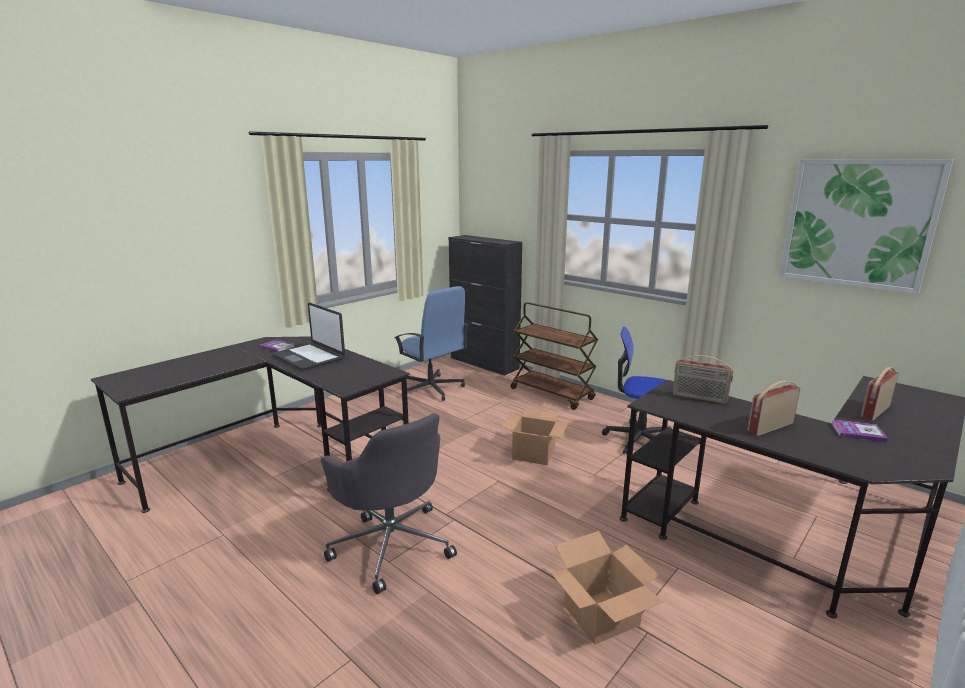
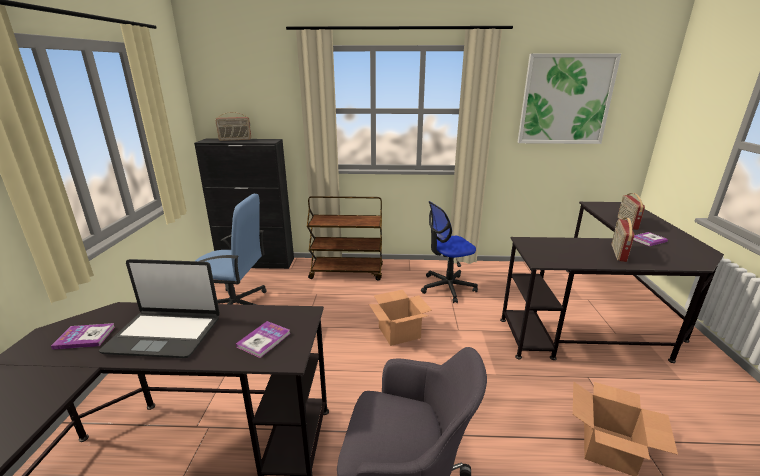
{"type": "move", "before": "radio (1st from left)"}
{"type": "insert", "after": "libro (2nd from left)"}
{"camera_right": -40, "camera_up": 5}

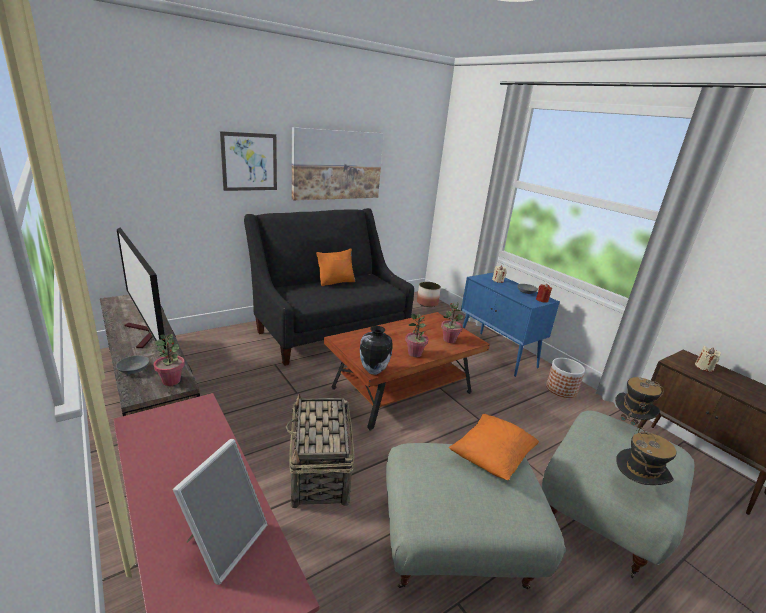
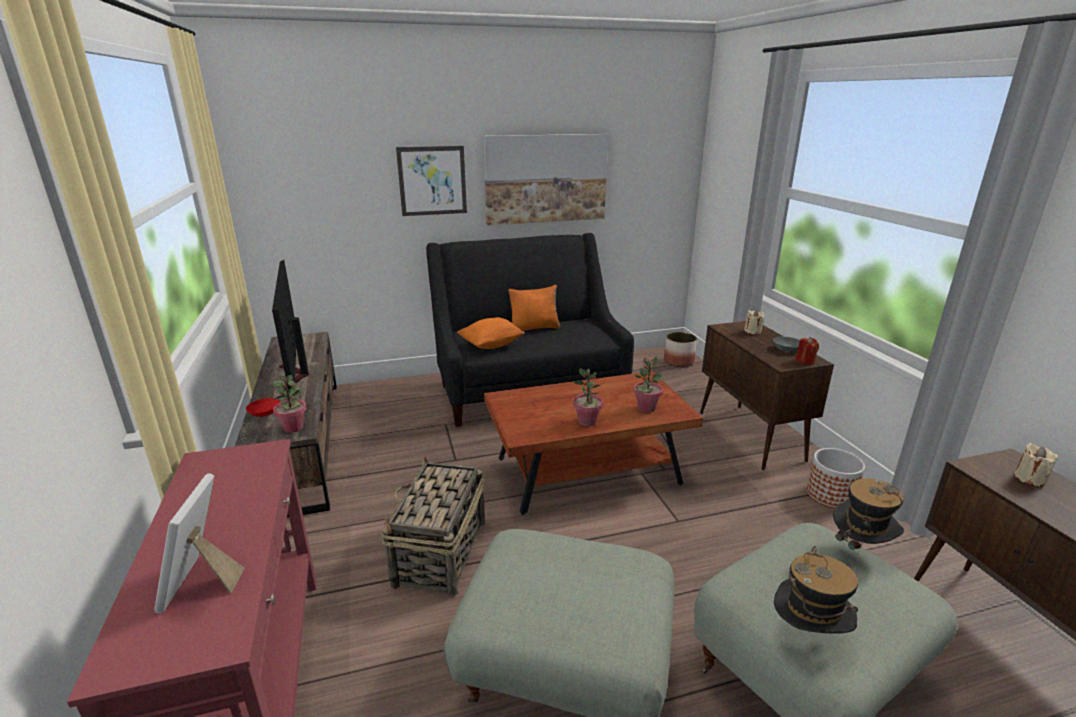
{"type": "rotate", "before": "portarretratos", "turn": 135}
{"type": "recolor", "before": "cuenco [gris] (1st from left)", "after": "cuenco [rojo]"}
{"type": "move", "before": "cojín [naranja] (2nd from left in the first image)", "after": "cojín [naranja] (1st from left)"}
{"type": "recolor", "before": "armario [azul]", "after": "armario [marrón] (1st from left)"}
{"type": "delete", "before": "florero"}
{"camera_right": 20, "camera_up": 0}

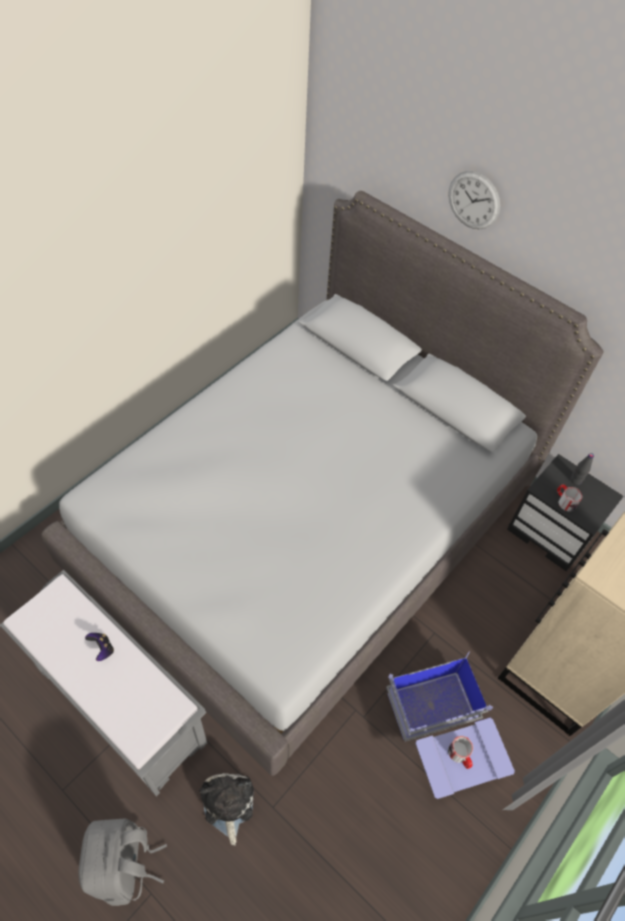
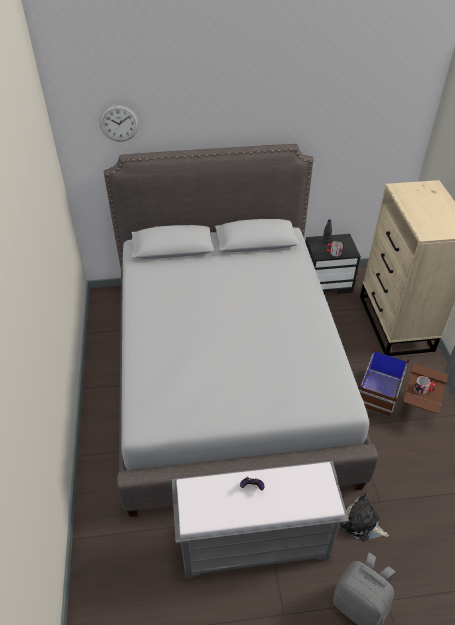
{"type": "move", "before": "reloj de pared"}
{"type": "recolor", "before": "caja de almacenaje [azul]", "after": "caja de almacenaje [marrón]"}
{"camera_right": -45, "camera_up": -10}

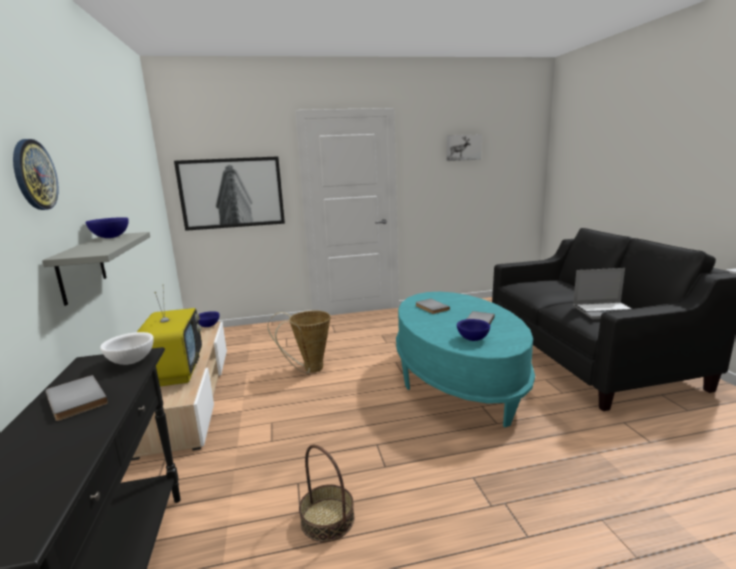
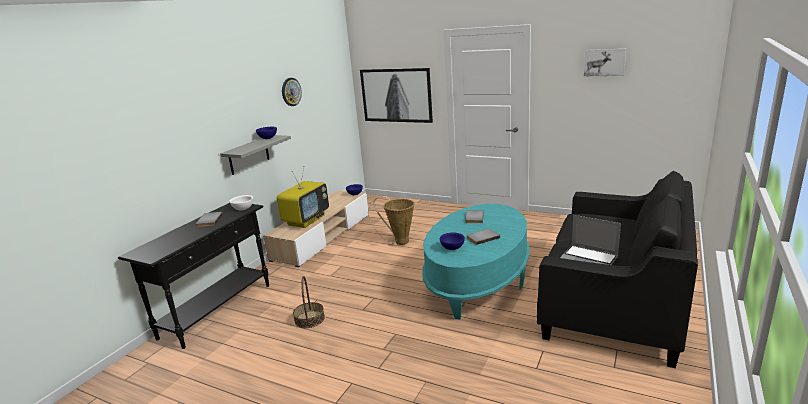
{"type": "move", "before": "reloj de pared"}
{"camera_right": 40, "camera_up": 5}

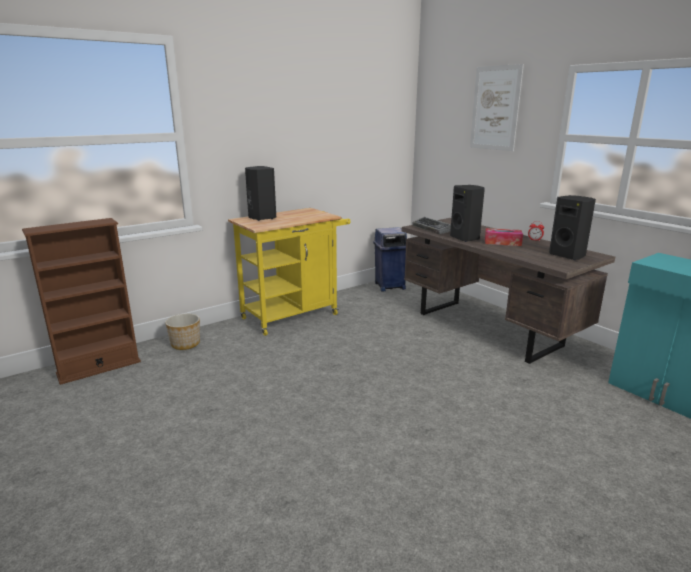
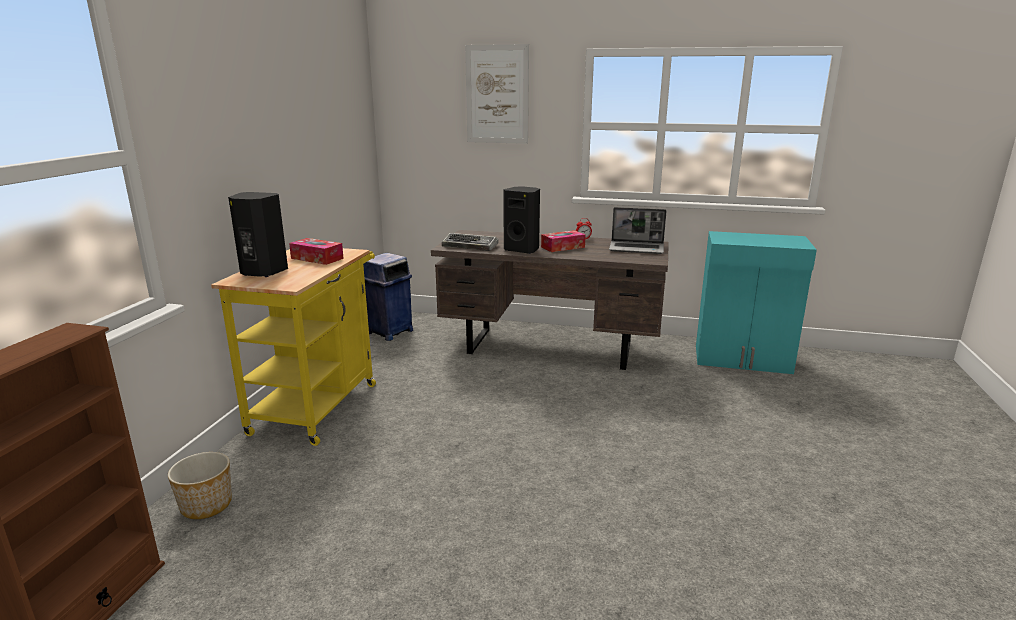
{"type": "insert", "after": "caja de pañuelos (1st from left)"}
{"type": "replace", "before": "altavoz [negro] (3rd from left)", "after": "portátil"}
{"camera_right": -40, "camera_up": 0}

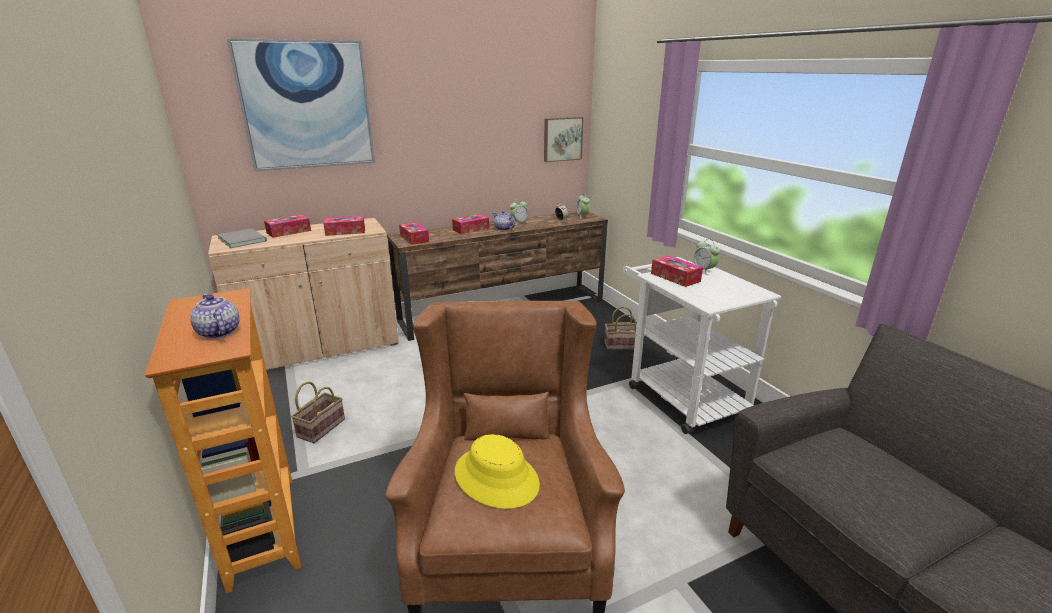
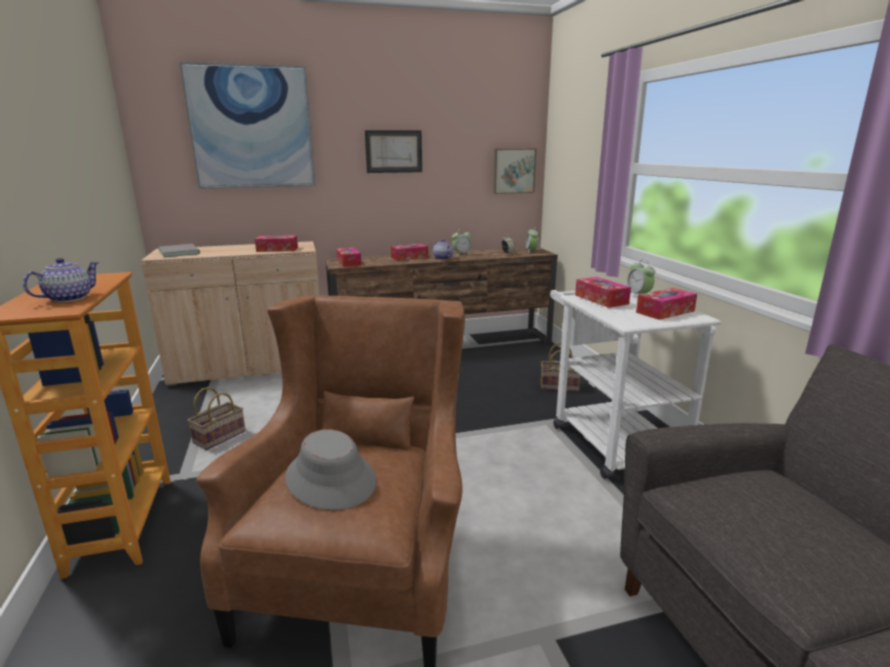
{"type": "rotate", "before": "tetera (1st from left)", "turn": 60}
{"type": "recolor", "before": "sombrero [amarillo]", "after": "sombrero [gris]"}
{"type": "insert", "after": "cuadro (2nd from left)"}
{"type": "move", "before": "caja de pañuelos (1st from left in the first image)", "after": "caja de pañuelos (5th from left)"}
{"camera_right": 10, "camera_up": -5}

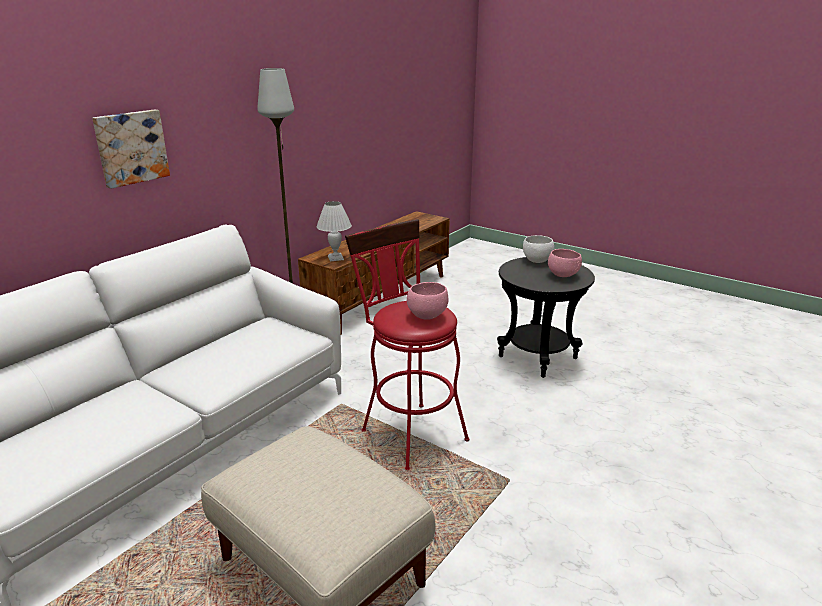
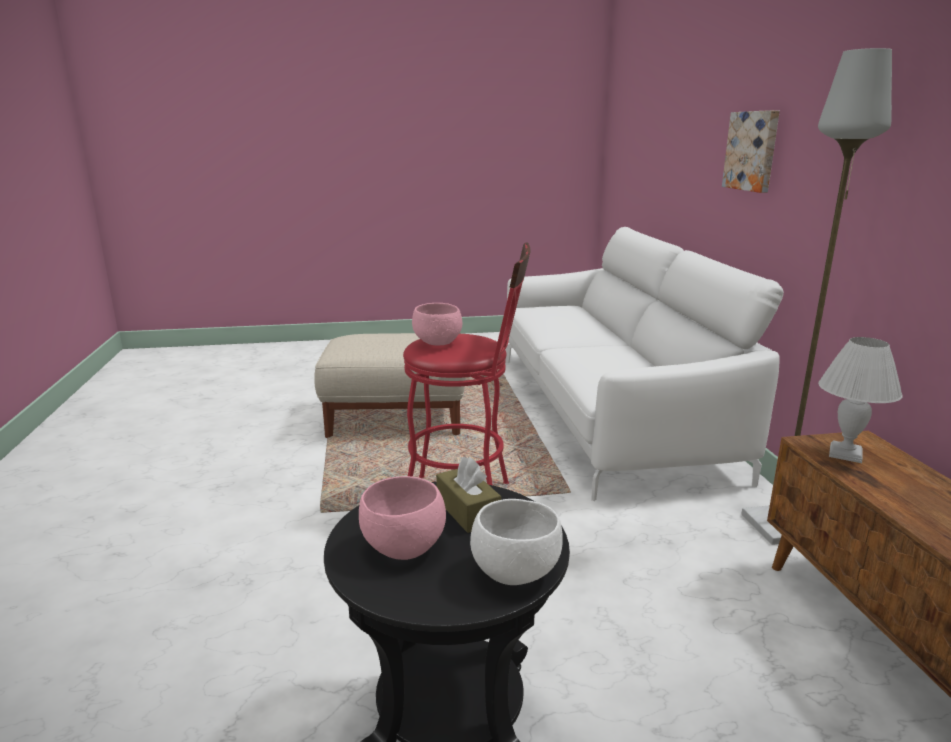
{"type": "insert", "after": "caja de pañuelos [marrón]"}
{"camera_right": 135, "camera_up": -5}

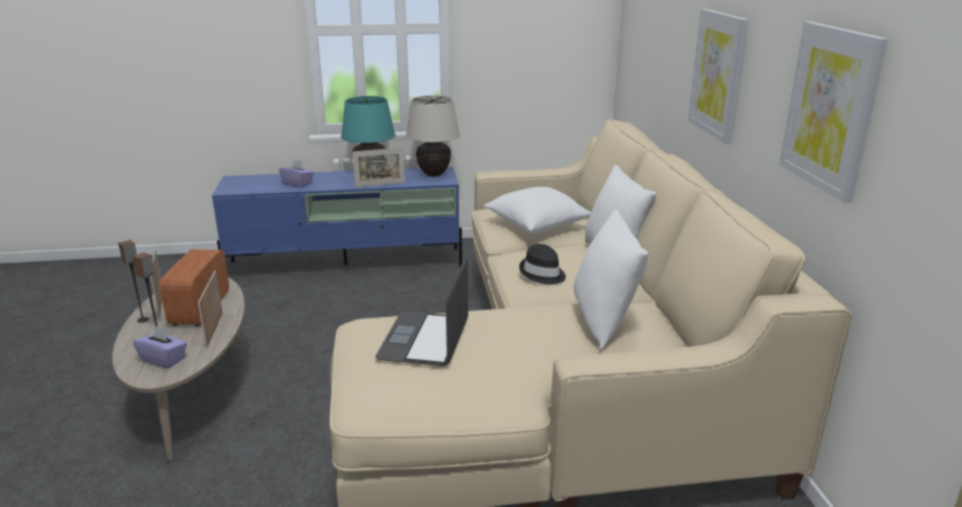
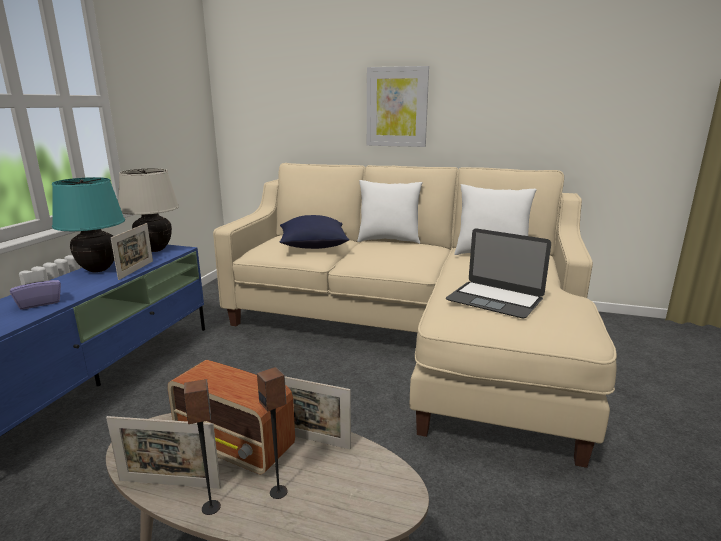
{"type": "recolor", "before": "cojín [blanco] (1st from left)", "after": "cojín [azul]"}
{"type": "delete", "before": "caja de pañuelos [morado] (1st from left)"}
{"type": "delete", "before": "sombrero [negro]"}
{"type": "delete", "before": "cuadro (2nd from left)"}
{"camera_right": -65, "camera_up": -5}

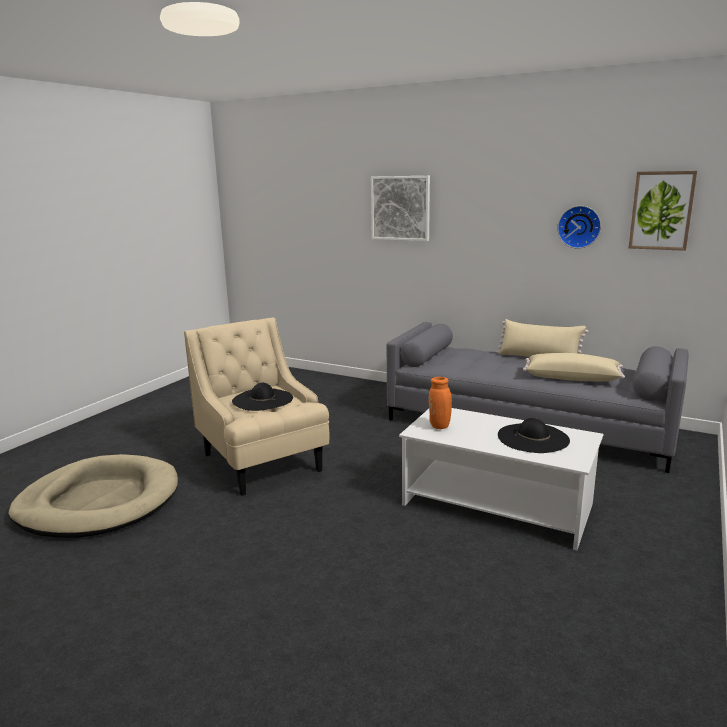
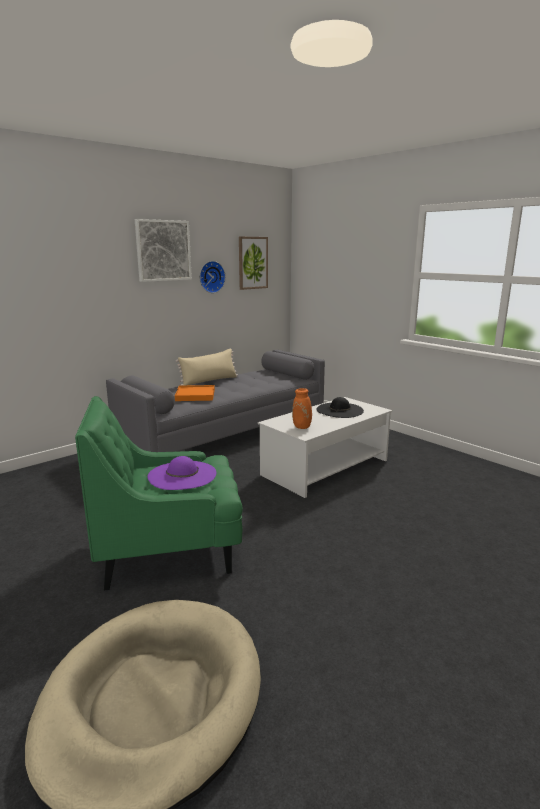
{"type": "recolor", "before": "sillón [beis]", "after": "sillón [verde]"}
{"type": "move", "before": "cuadro (1st from left)"}
{"type": "recolor", "before": "sombrero [negro] (1st from left)", "after": "sombrero [morado]"}
{"type": "insert", "after": "bandeja [naranja]"}
{"type": "delete", "before": "cojín [beis] (2nd from left)"}
{"camera_right": -70, "camera_up": 0}

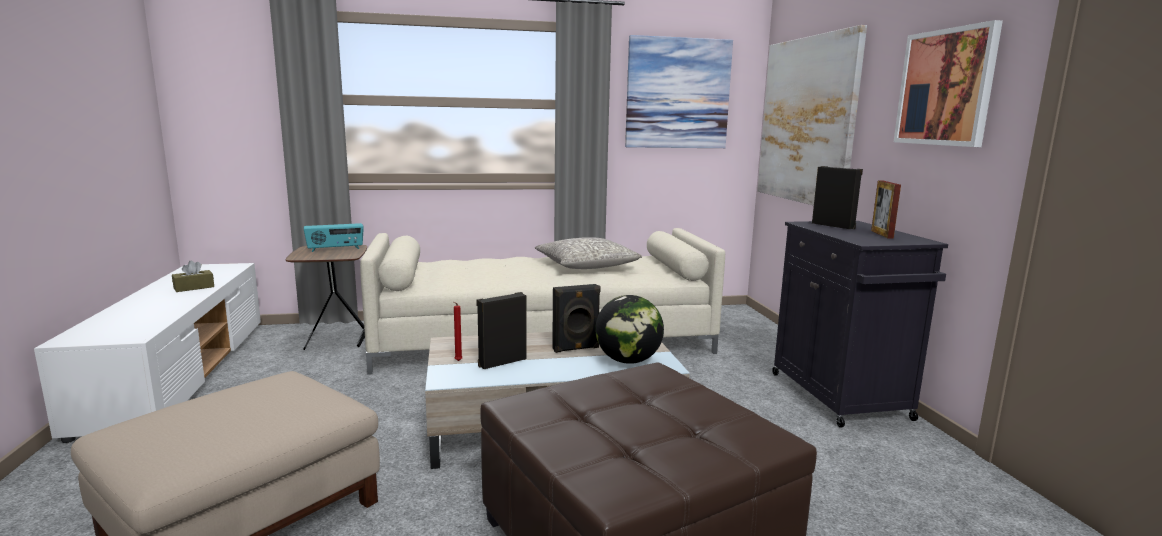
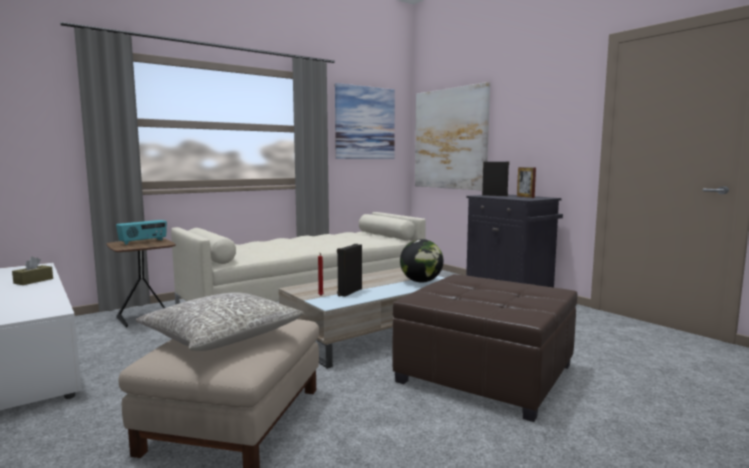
{"type": "move", "before": "cojín [gris]"}
{"type": "delete", "before": "altavoz [negro] (2nd from left)"}
{"type": "delete", "before": "cuadro (3rd from left)"}
{"camera_right": -25, "camera_up": -5}

